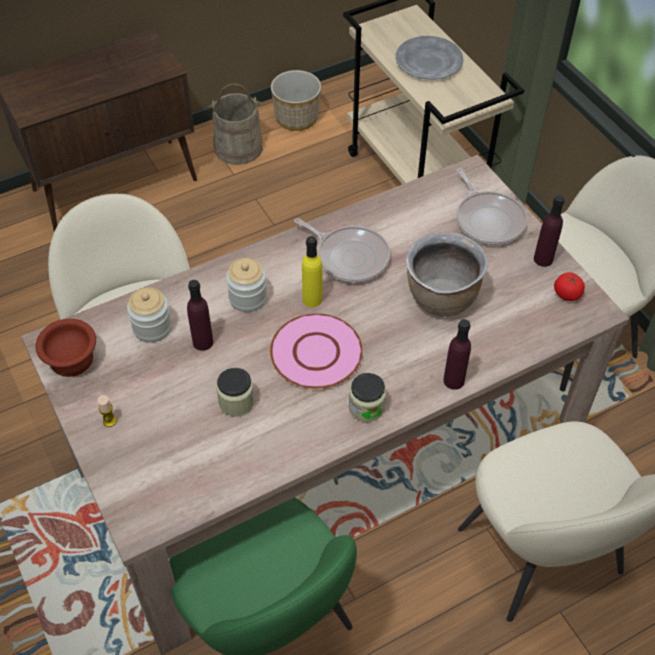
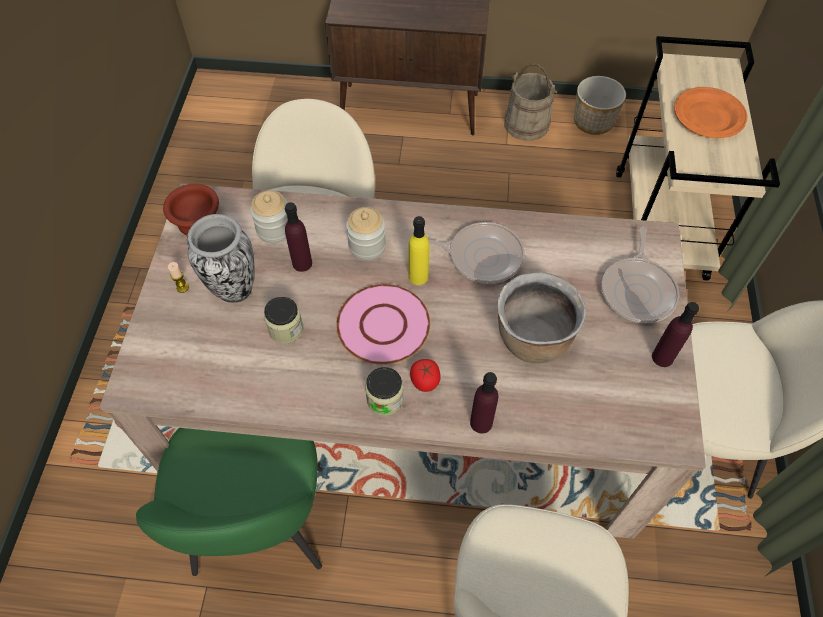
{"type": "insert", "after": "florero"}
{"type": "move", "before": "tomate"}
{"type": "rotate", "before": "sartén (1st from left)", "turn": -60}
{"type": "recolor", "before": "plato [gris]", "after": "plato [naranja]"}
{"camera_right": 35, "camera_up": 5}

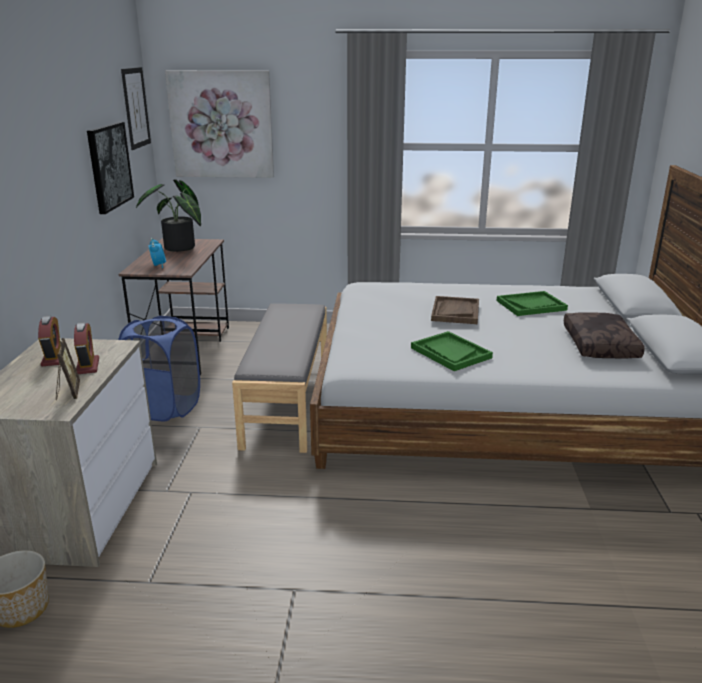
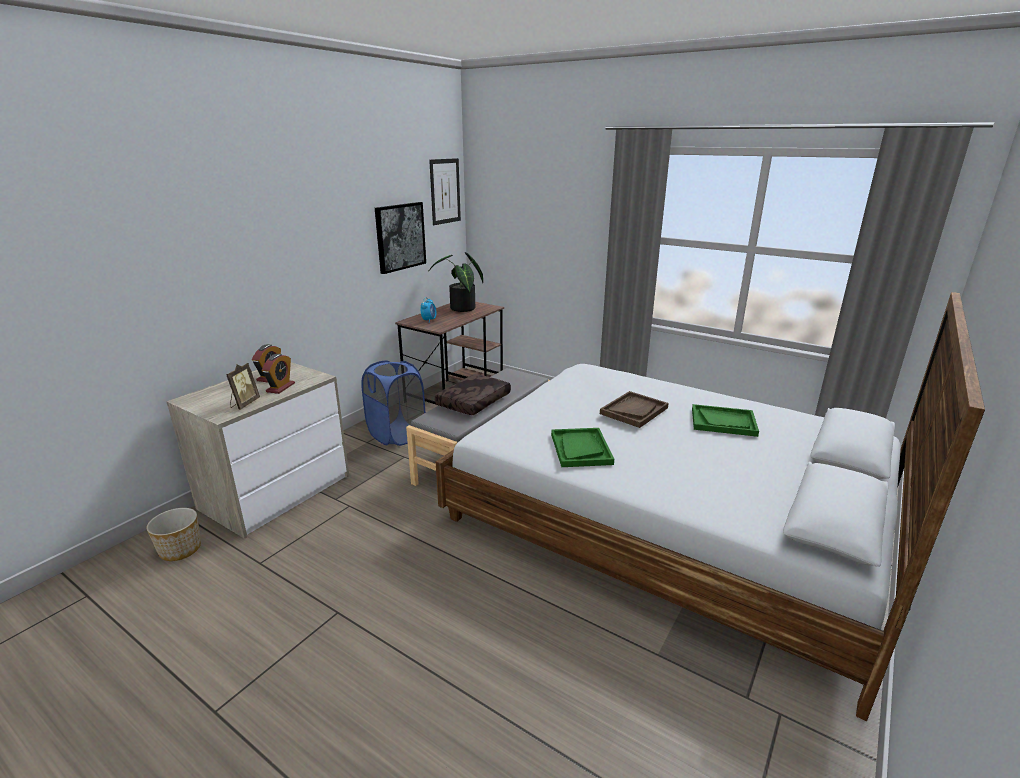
{"type": "move", "before": "cojín [marrón]"}
{"type": "delete", "before": "cuadro (3rd from left)"}
{"camera_right": 30, "camera_up": 0}

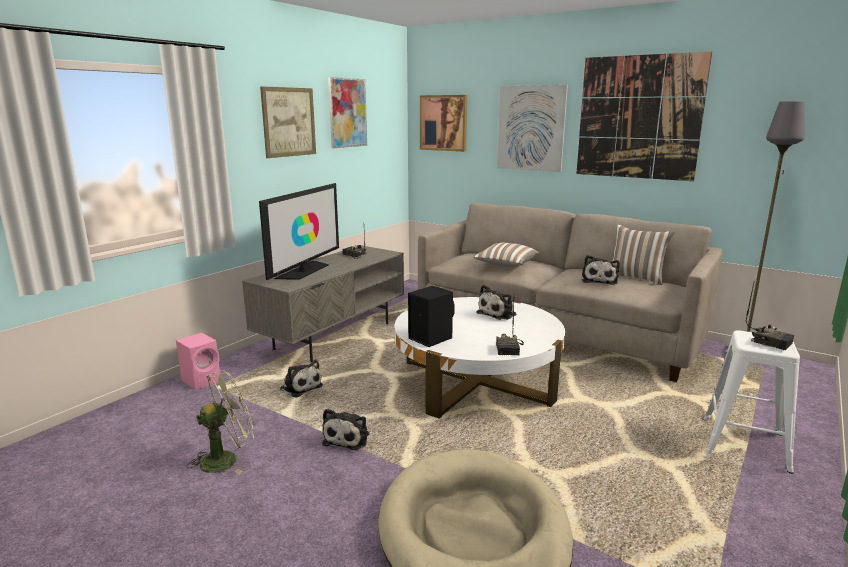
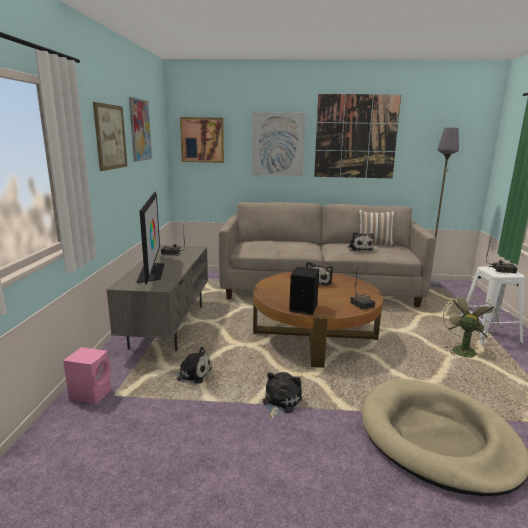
{"type": "recolor", "before": "mesa de centro [blanco]", "after": "mesa de centro [marrón]"}
{"type": "rotate", "before": "peluche (2nd from left)", "turn": -135}
{"type": "move", "before": "ventilador [verde]"}
{"type": "delete", "before": "cojín (1st from left)"}
{"camera_right": -30, "camera_up": 0}

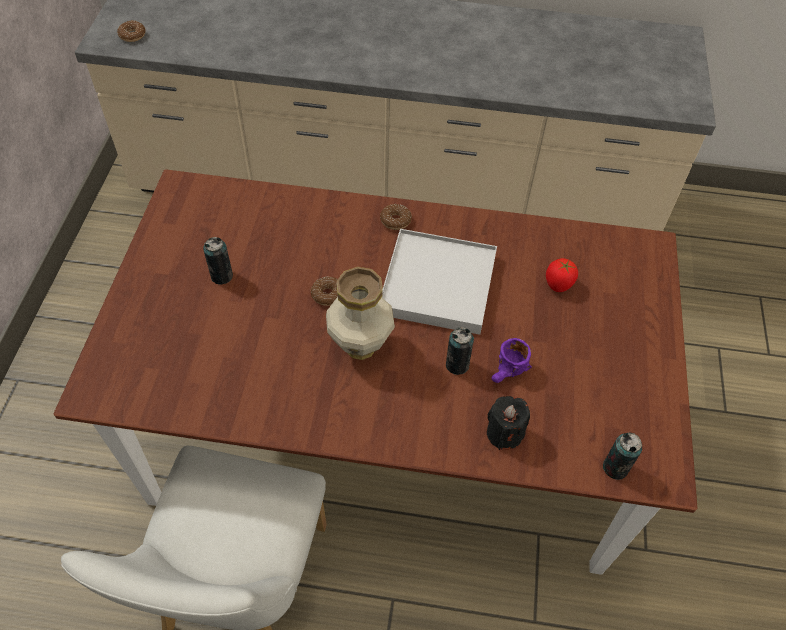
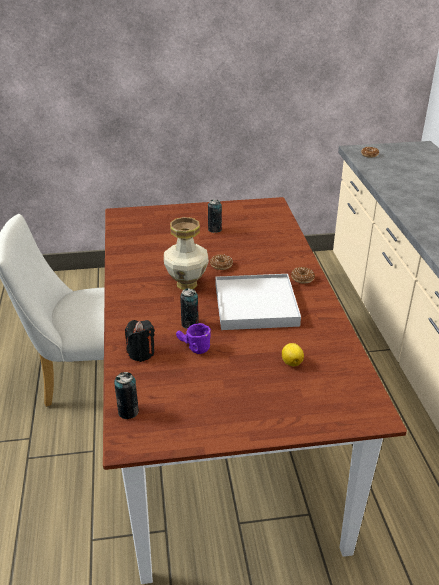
{"type": "replace", "before": "tomate", "after": "limón"}
{"camera_right": 75, "camera_up": -20}

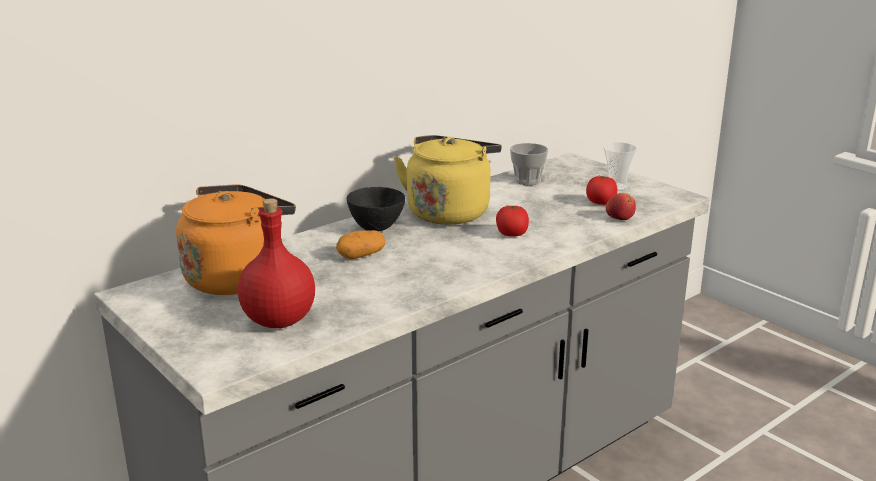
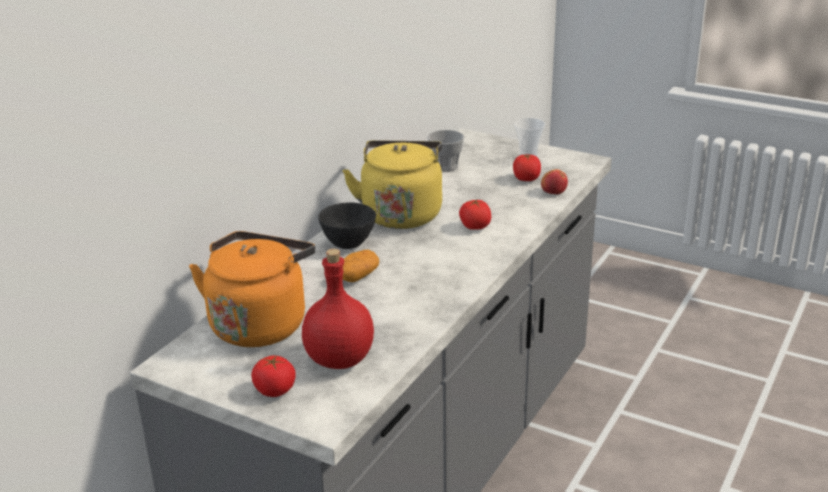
{"type": "insert", "after": "tomate (1st from left)"}
{"camera_right": -20, "camera_up": 5}

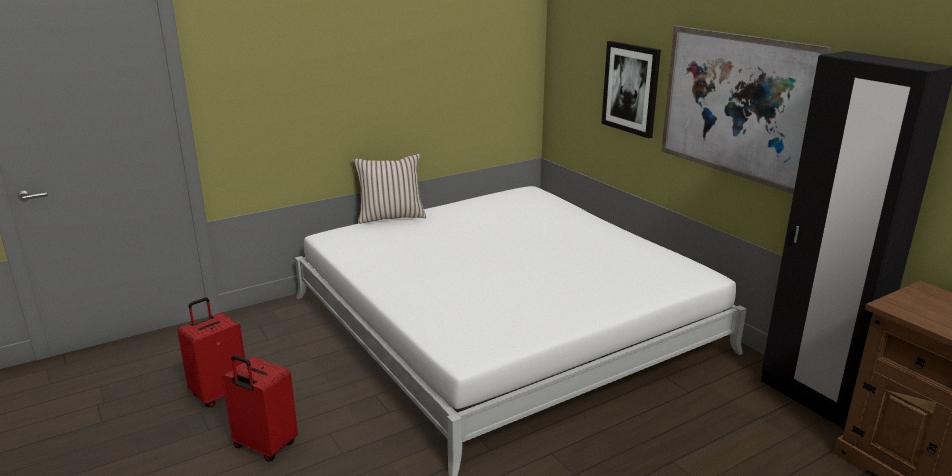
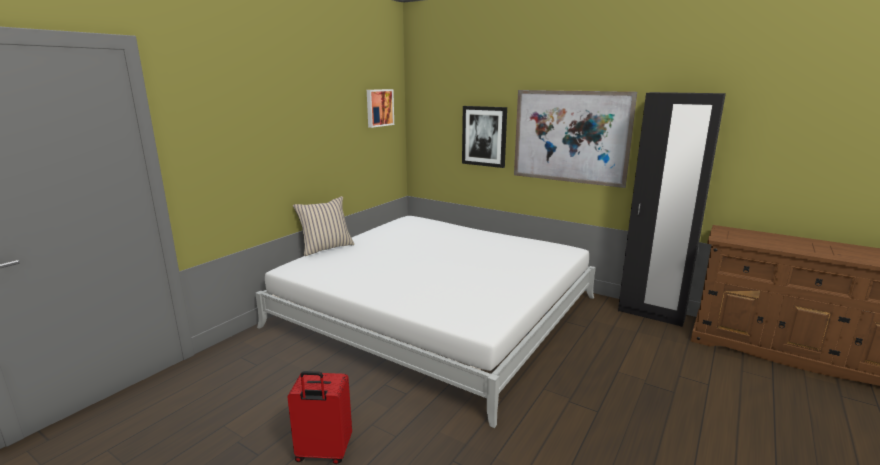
{"type": "insert", "after": "cuadro (1st from left)"}
{"type": "delete", "before": "maleta [rojo] (1st from left)"}
{"camera_right": -25, "camera_up": -5}

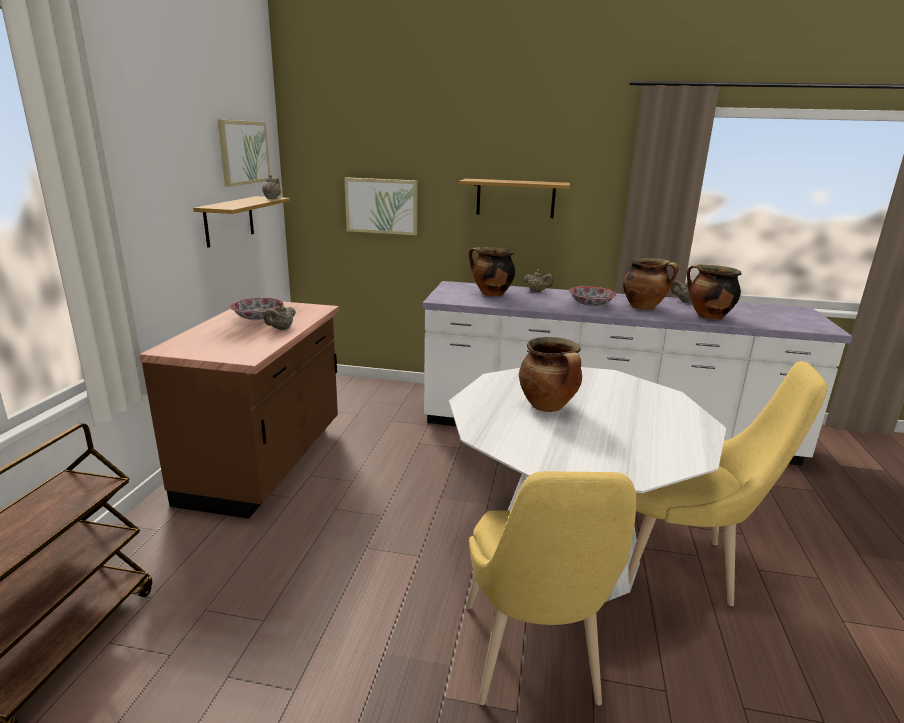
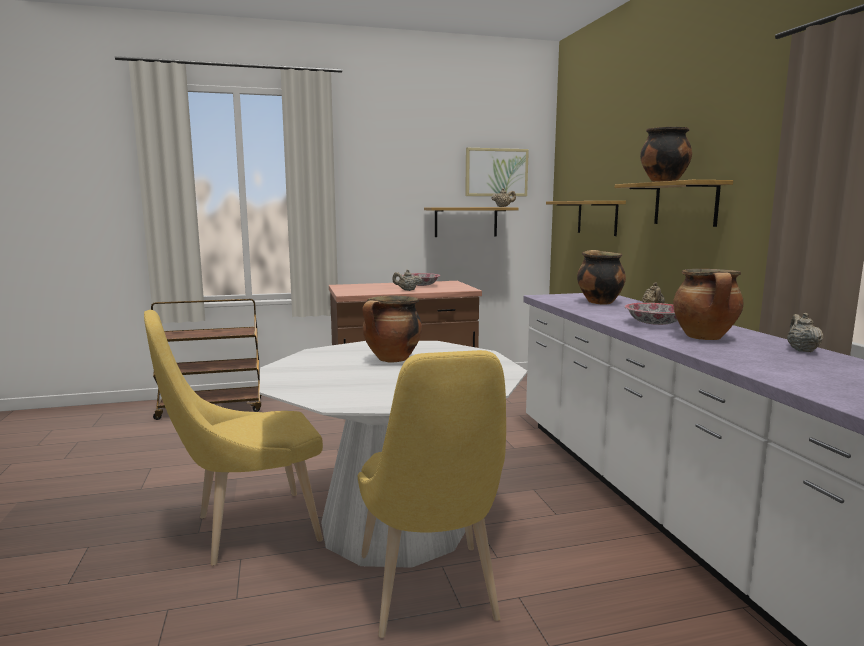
{"type": "replace", "before": "cuadro (2nd from left)", "after": "estante (2nd from left)"}
{"type": "move", "before": "olla (4th from left in the first image)", "after": "olla (3rd from left)"}
{"camera_right": 65, "camera_up": -10}

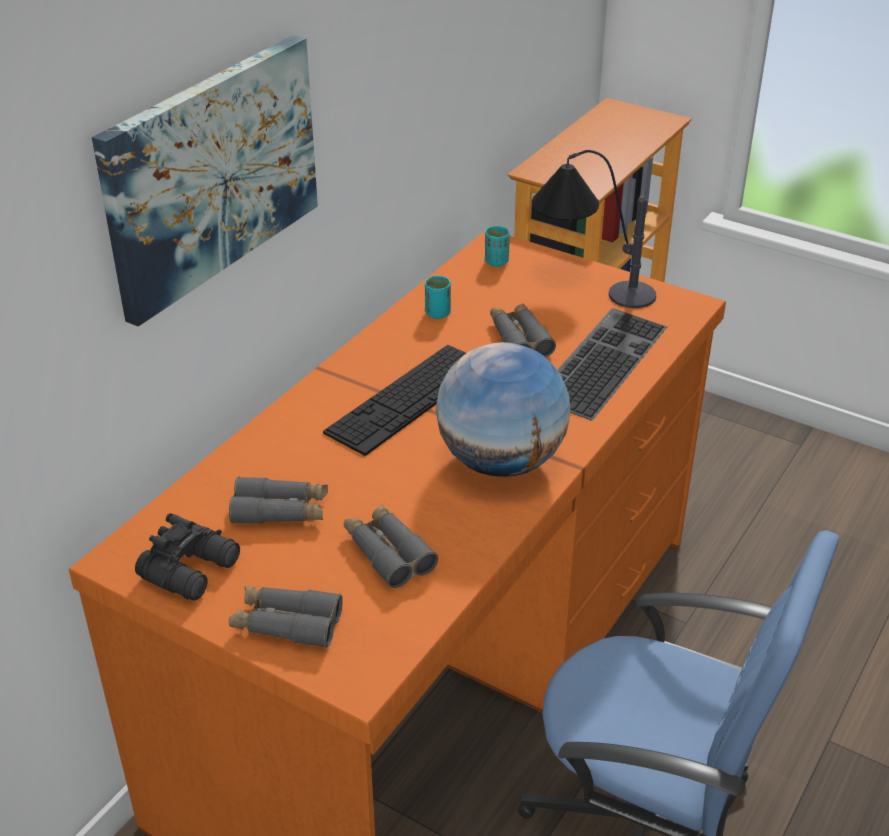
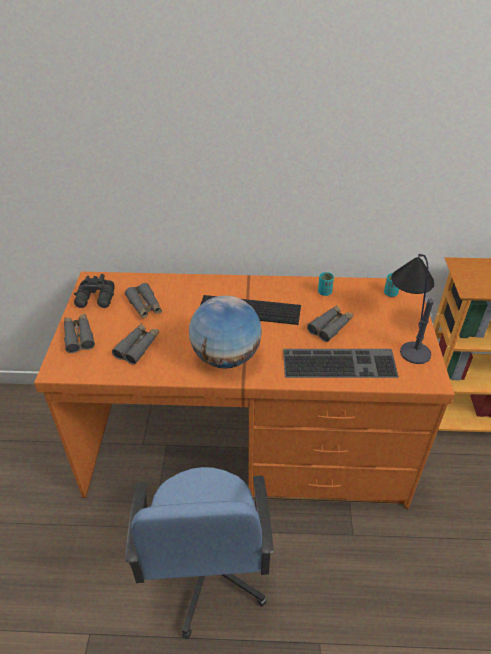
{"type": "delete", "before": "cuadro"}
{"camera_right": 60, "camera_up": 5}

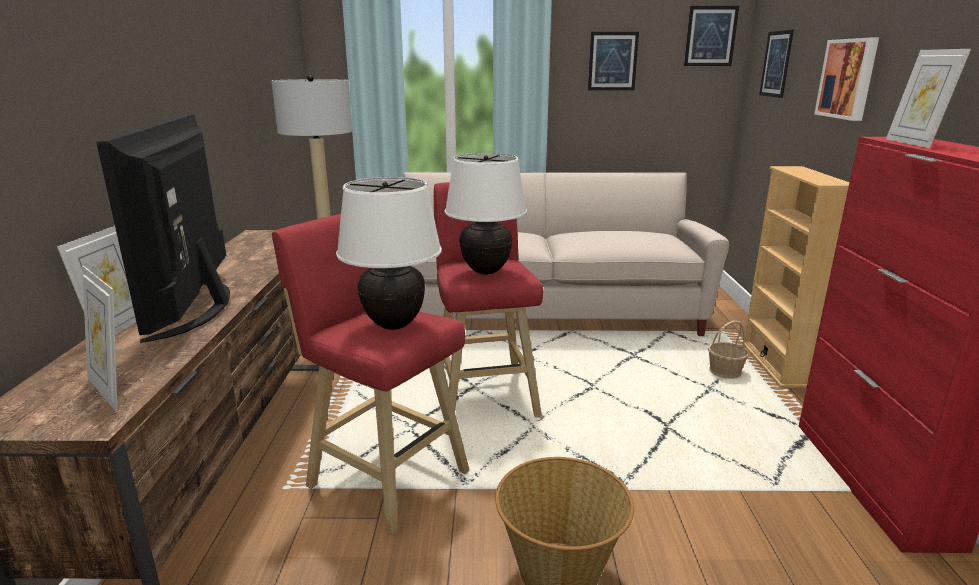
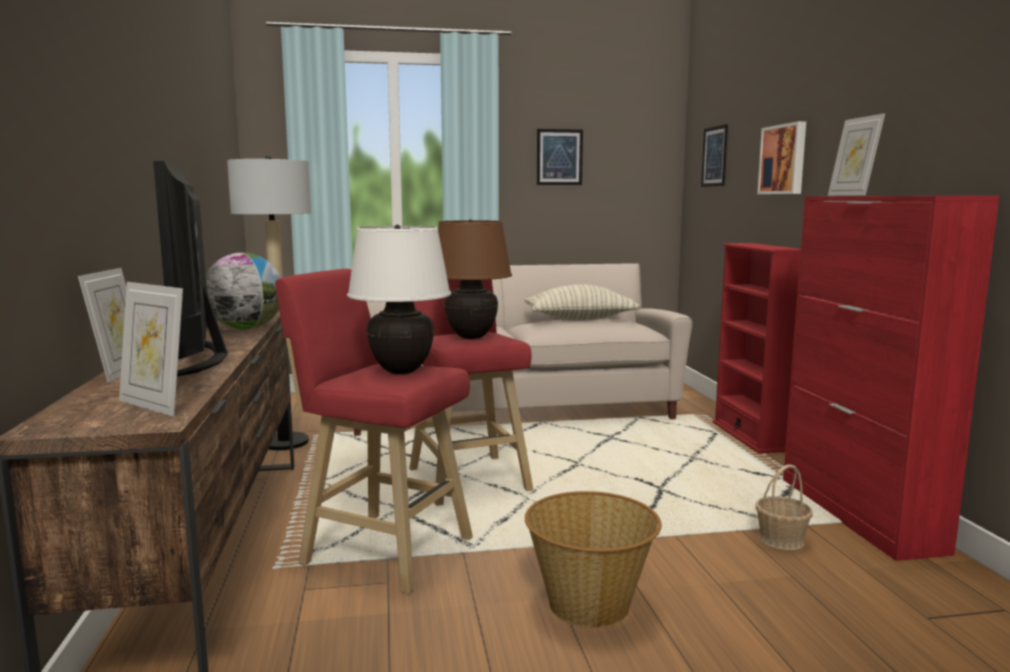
{"type": "insert", "after": "globo terráqueo"}
{"type": "recolor", "before": "lámpara de mesa [blanco] (2nd from left)", "after": "lámpara de mesa [marrón]"}
{"type": "insert", "after": "cojín"}
{"type": "recolor", "before": "estantería [beis]", "after": "estantería [rojo]"}
{"type": "move", "before": "cesta (2nd from left)"}
{"type": "delete", "before": "cuadro (2nd from left)"}
{"camera_right": -10, "camera_up": -10}

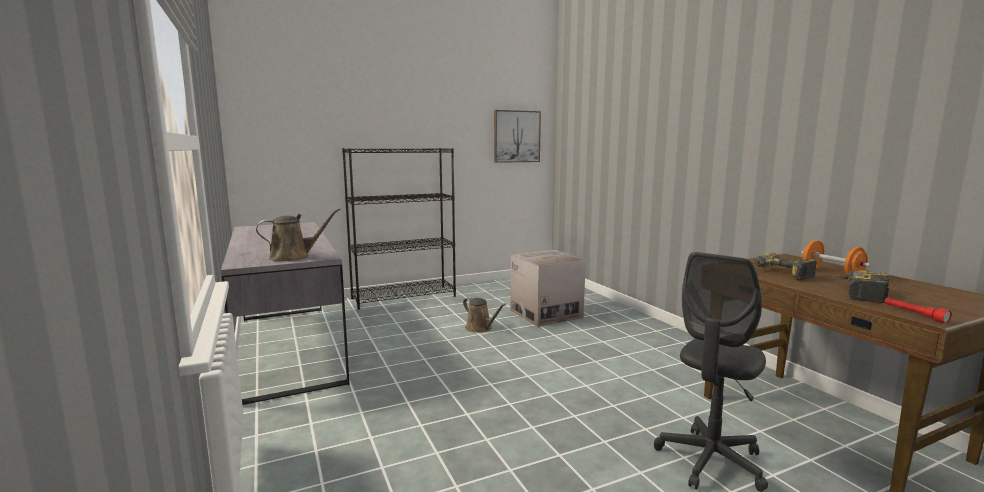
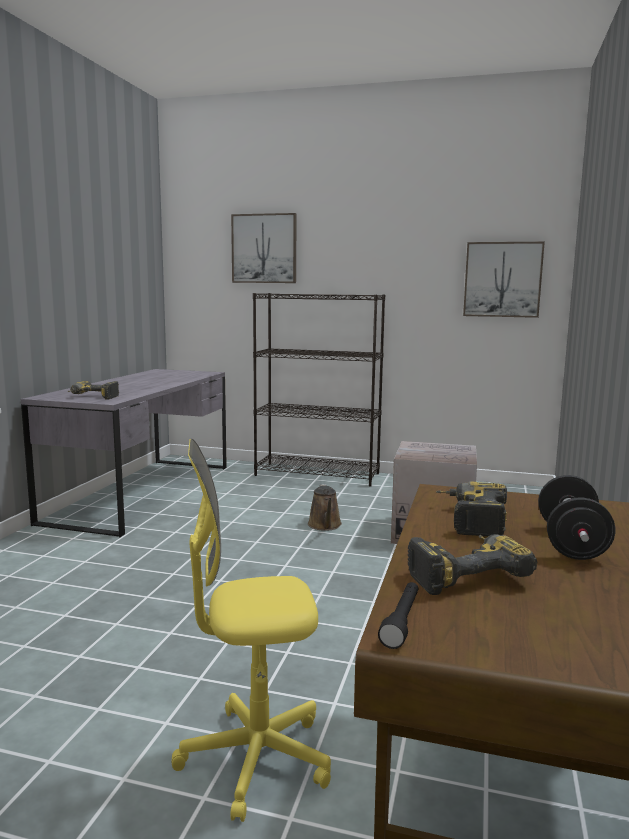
{"type": "replace", "before": "regadera [marrón] (1st from left)", "after": "taladro (1st from left)"}
{"type": "recolor", "before": "silla de oficina [gris]", "after": "silla de oficina [amarillo]"}
{"type": "insert", "after": "cuadro (1st from left)"}
{"type": "recolor", "before": "linterna [rojo]", "after": "linterna [negro]"}
{"type": "recolor", "before": "mancuerna [naranja]", "after": "mancuerna [negro]"}
{"camera_right": 40, "camera_up": 0}

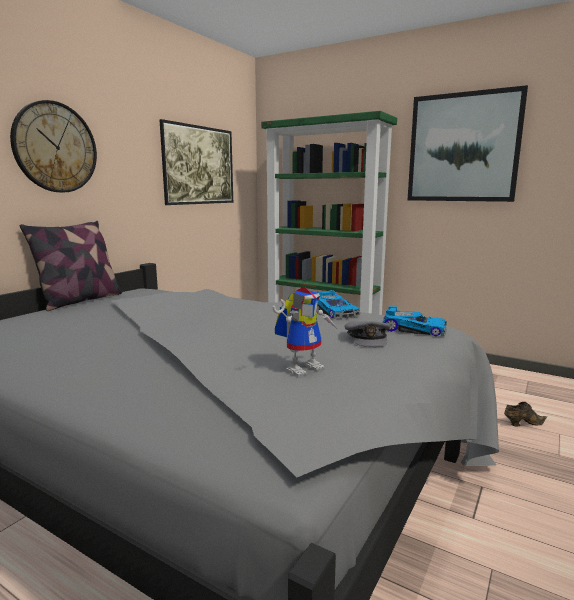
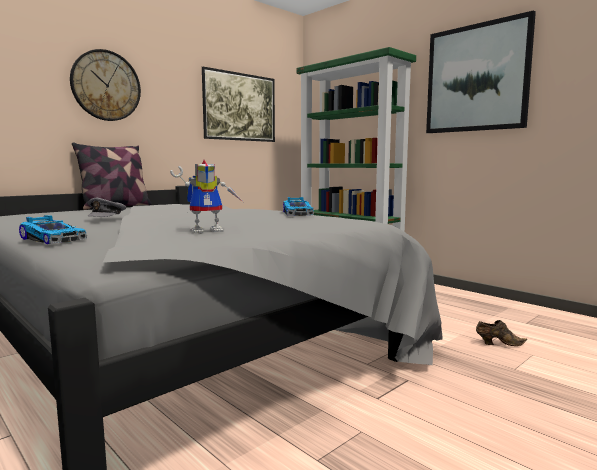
{"type": "move", "before": "coche de juguete (2nd from left in the first image)", "after": "coche de juguete (1st from left)"}
{"type": "move", "before": "gorra [gris]"}
{"camera_right": 15, "camera_up": -5}

